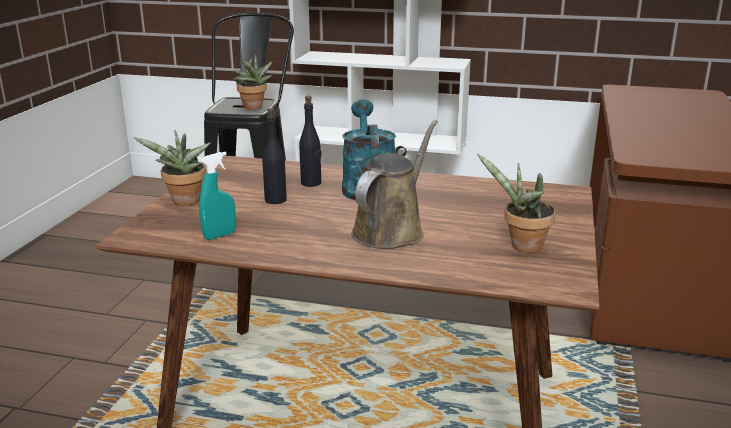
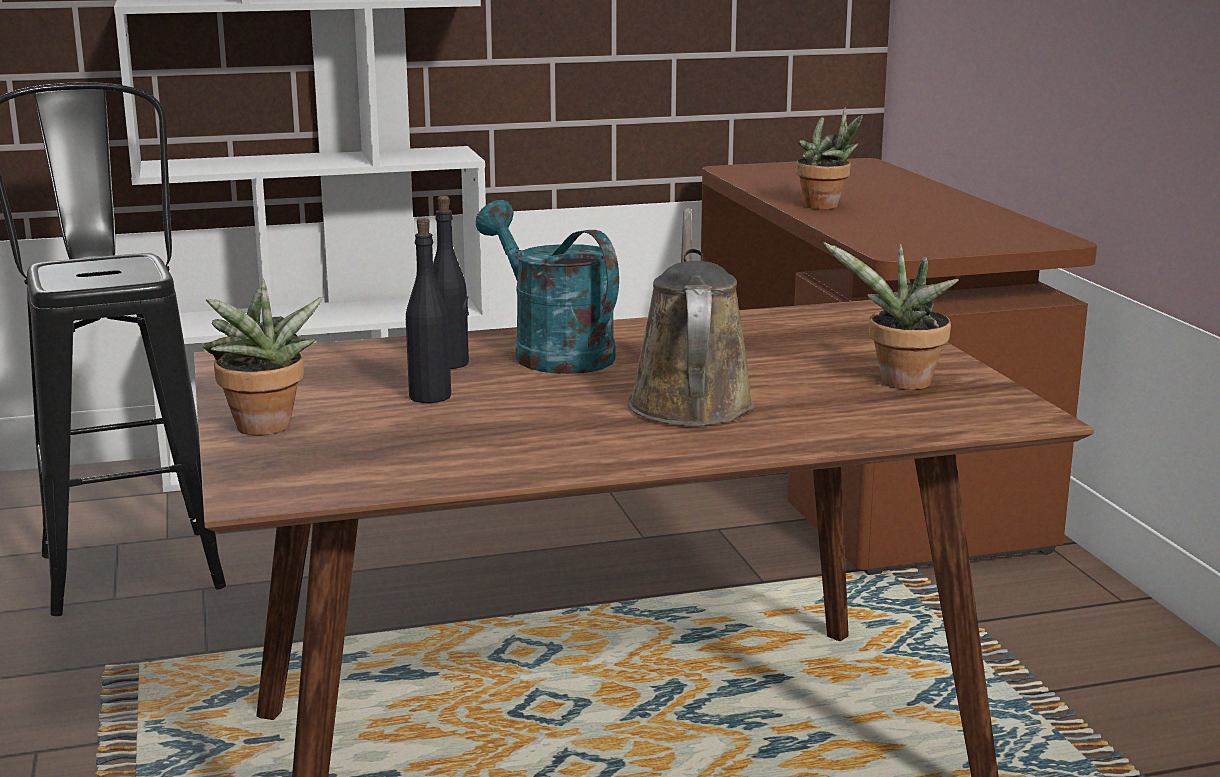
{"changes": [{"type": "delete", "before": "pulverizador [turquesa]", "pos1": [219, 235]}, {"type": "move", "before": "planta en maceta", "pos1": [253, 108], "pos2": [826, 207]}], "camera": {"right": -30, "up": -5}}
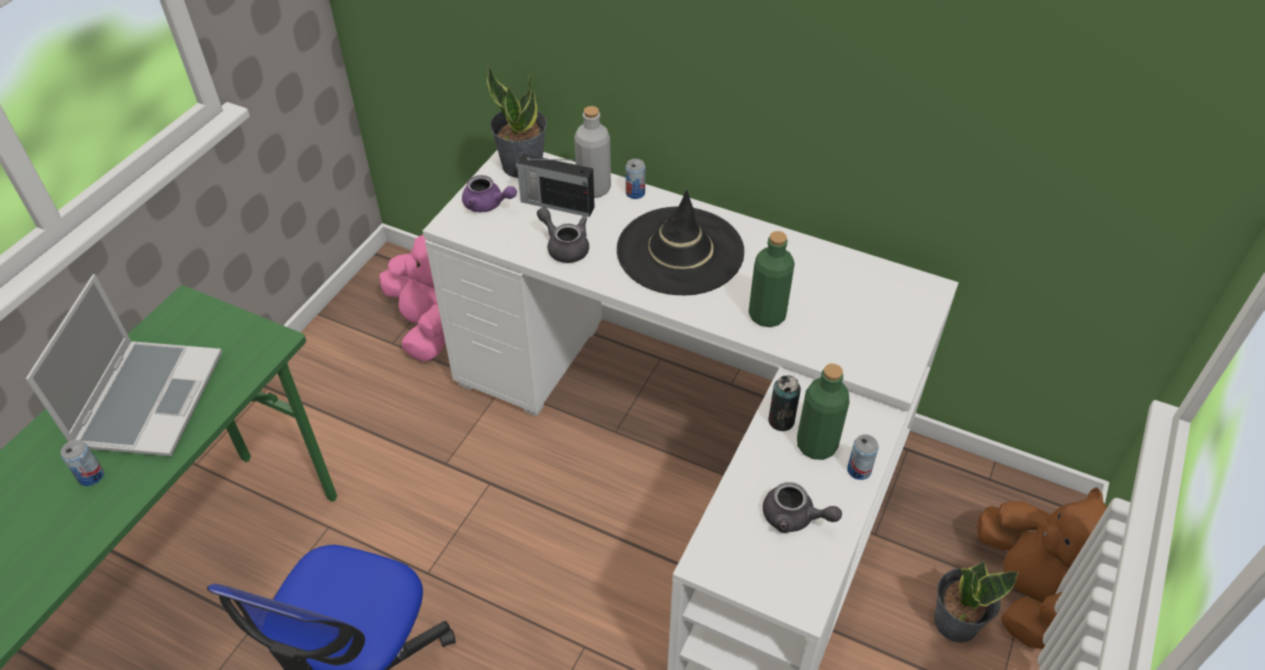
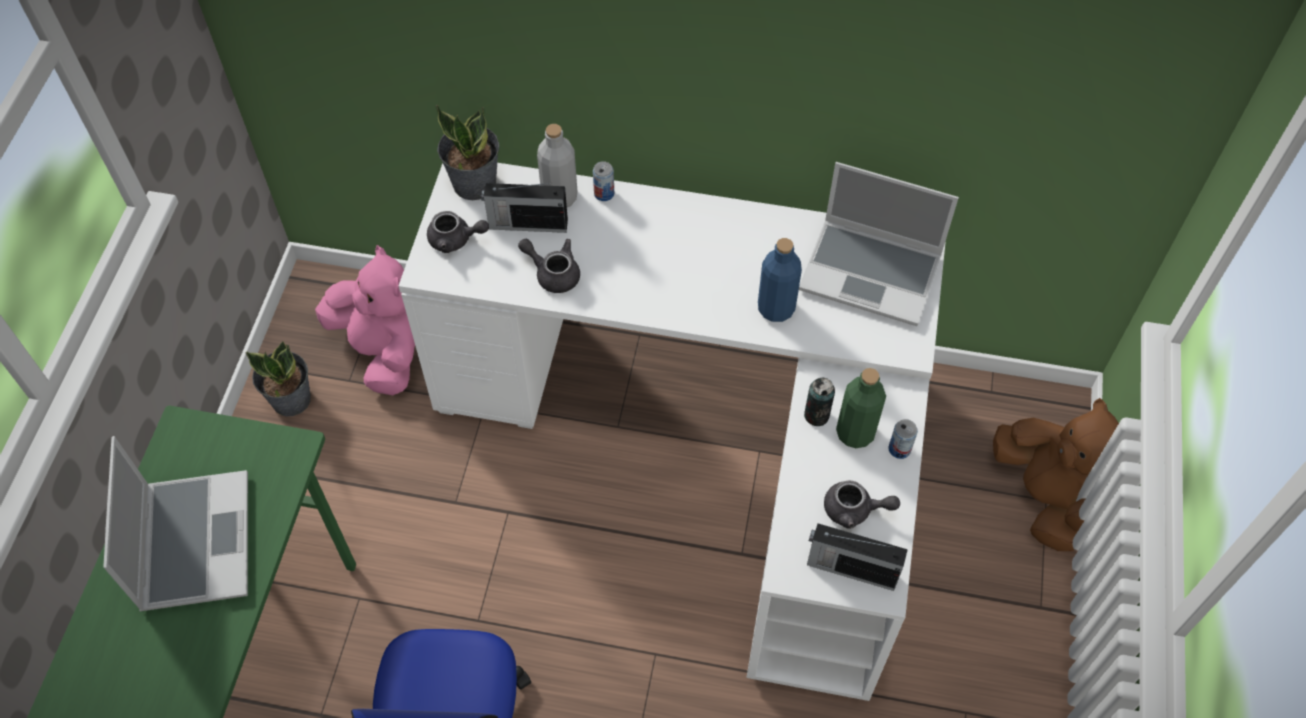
{"changes": [{"type": "delete", "before": "lata", "pos1": [91, 476]}, {"type": "delete", "before": "sombrero [negro]", "pos1": [680, 251]}, {"type": "insert", "after": "portátil", "pos2": [872, 273]}, {"type": "insert", "after": "radio", "pos2": [850, 568]}, {"type": "move", "before": "planta en maceta", "pos1": [955, 621], "pos2": [291, 399]}, {"type": "recolor", "before": "tetera [morado]", "after": "tetera [gris]", "pos1": [487, 205], "pos2": [455, 240]}, {"type": "recolor", "before": "botella [verde]", "after": "botella [azul]", "pos1": [767, 315], "pos2": [776, 308]}], "camera": {"right": -15, "up": 10}}
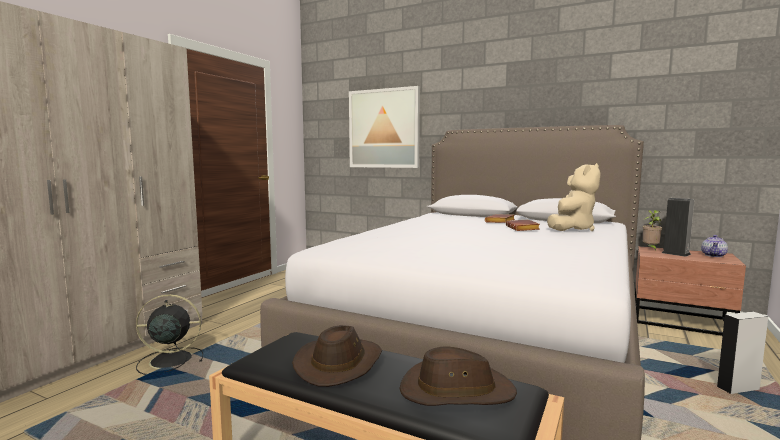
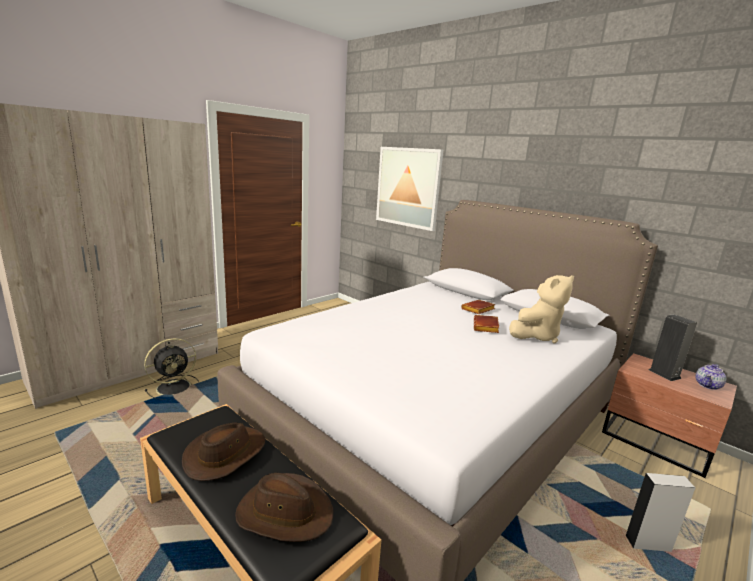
{"changes": [{"type": "delete", "before": "planta en maceta", "pos1": [650, 249]}, {"type": "rotate", "before": "ventilador [negro]", "pos1": [169, 360], "pos2": [175, 387], "turn": 135}], "camera": {"right": 15, "up": 10}}
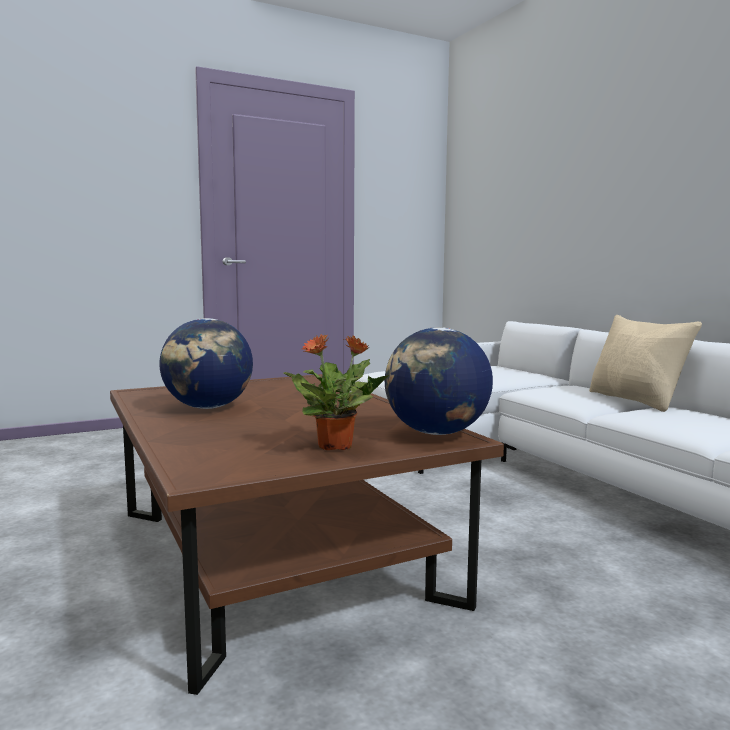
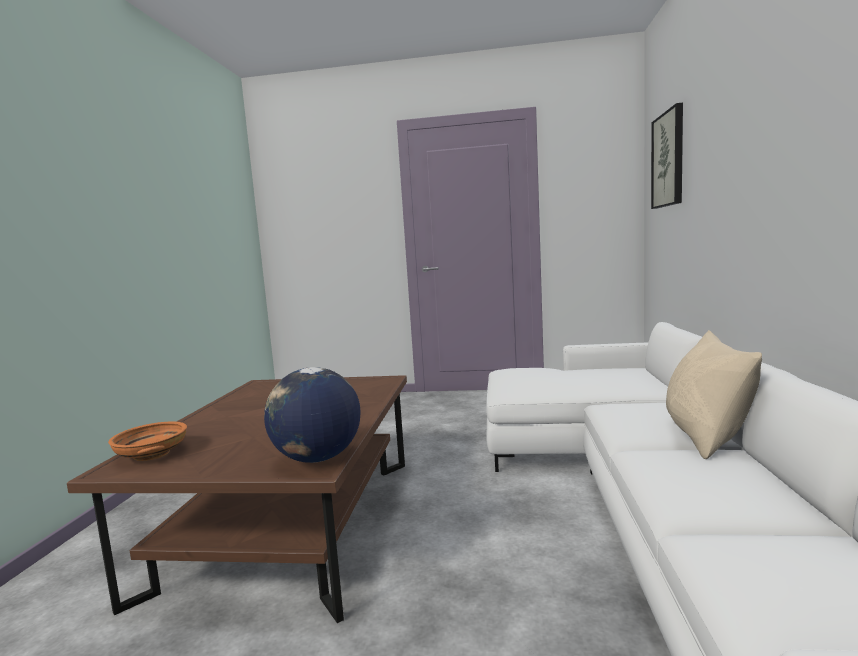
{"changes": [{"type": "delete", "before": "globo terráqueo", "pos1": [208, 407]}, {"type": "delete", "before": "planta en maceta", "pos1": [336, 446]}, {"type": "insert", "after": "cuenco [naranja]", "pos2": [151, 454]}, {"type": "insert", "after": "cuadro", "pos2": [669, 160]}], "camera": {"right": 35, "up": 0}}
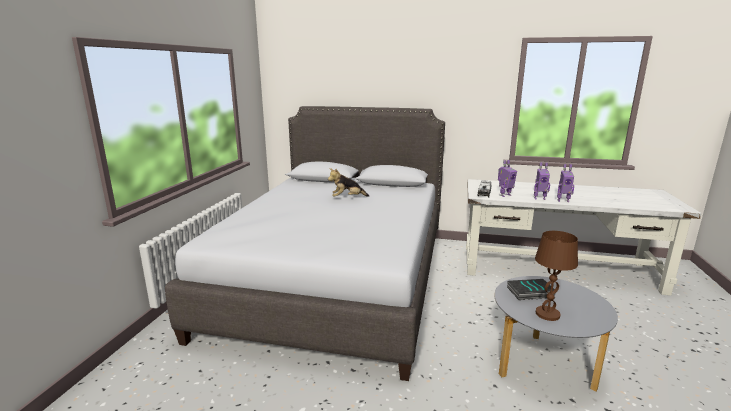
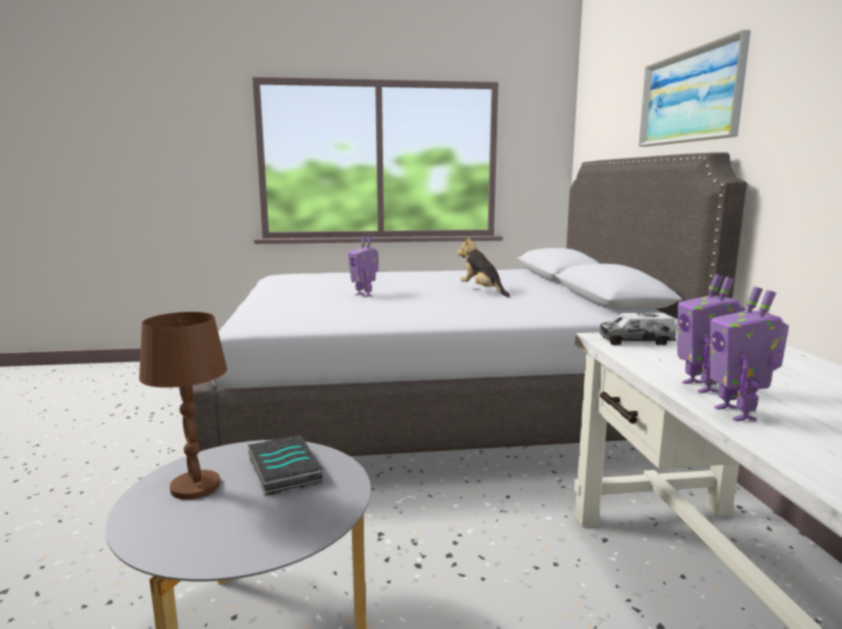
{"changes": [{"type": "insert", "after": "cuadro", "pos2": [689, 97]}, {"type": "move", "before": "robot de juguete", "pos1": [504, 195], "pos2": [364, 295]}], "camera": {"right": 70, "up": -5}}
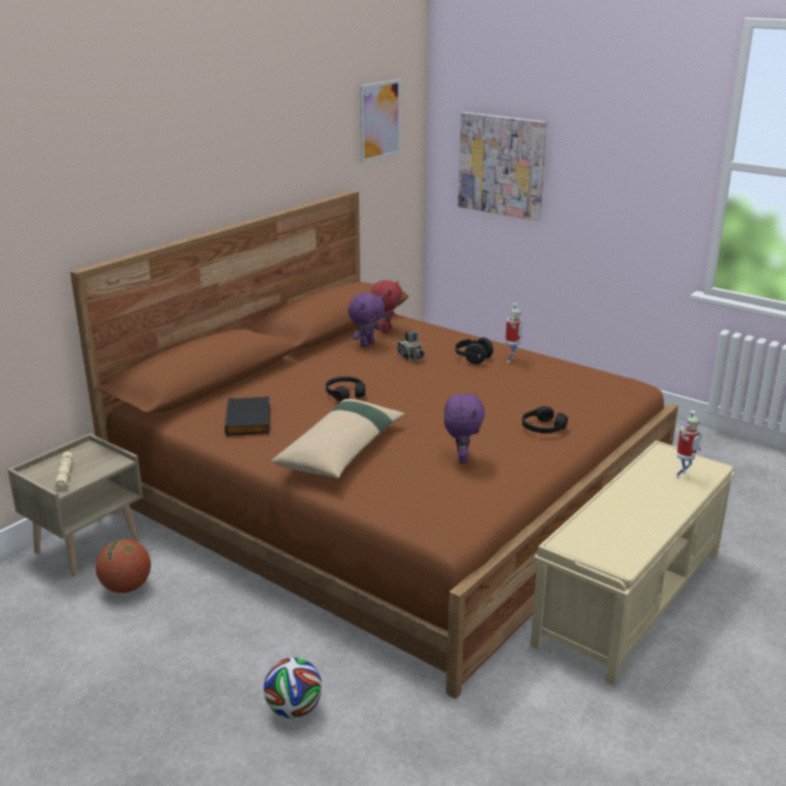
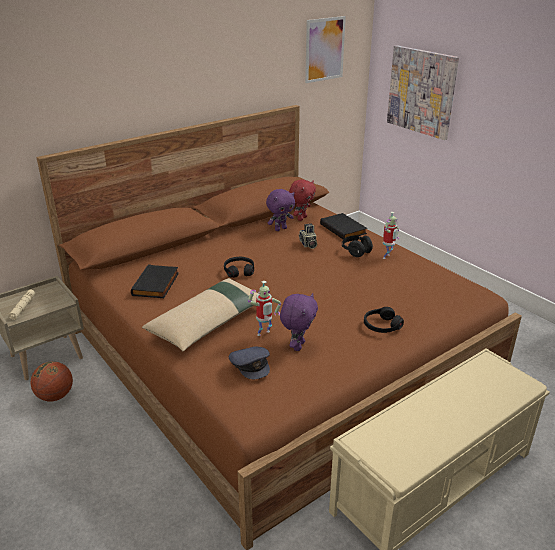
{"changes": [{"type": "delete", "before": "balón de fútbol", "pos1": [294, 709]}, {"type": "insert", "after": "gorra [gris]", "pos2": [250, 365]}, {"type": "insert", "after": "libro [negro]", "pos2": [344, 229]}, {"type": "move", "before": "robot de juguete", "pos1": [683, 476], "pos2": [264, 334]}], "camera": {"right": 15, "up": 5}}
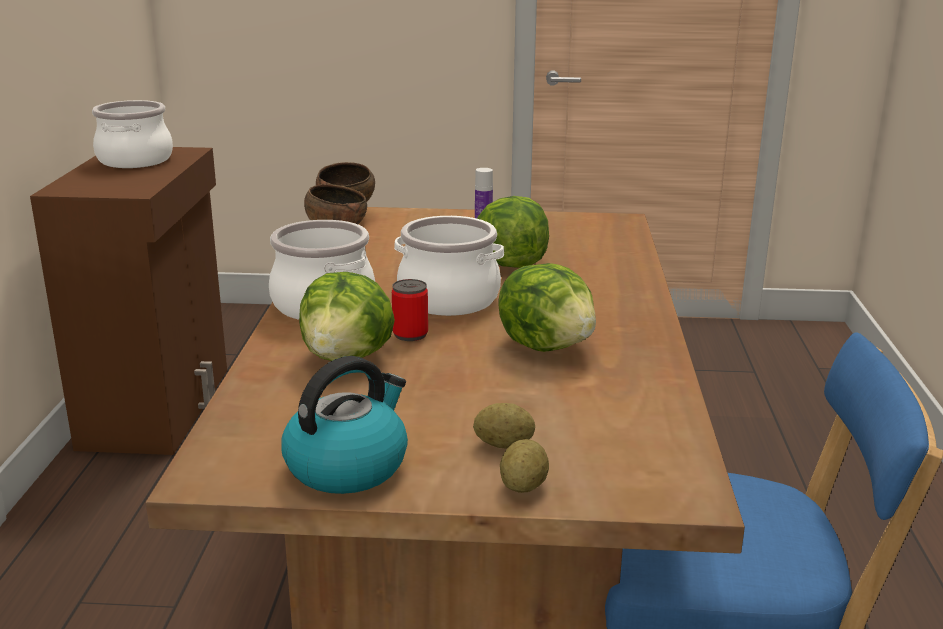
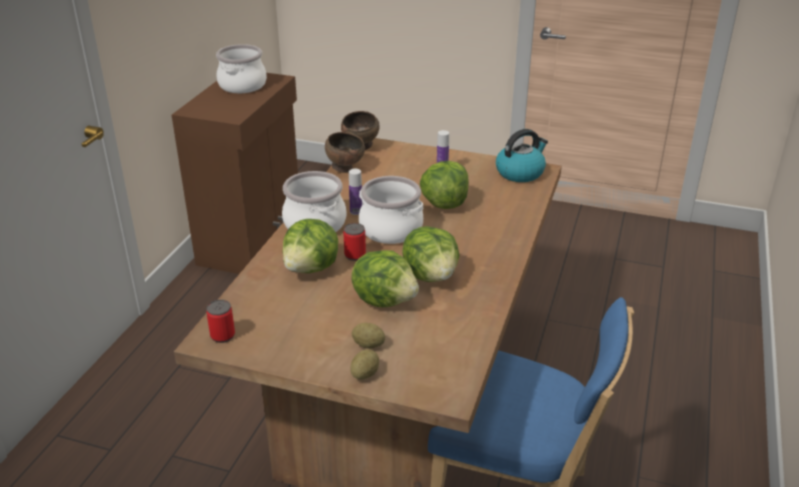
{"changes": [{"type": "insert", "after": "lata", "pos2": [222, 335]}, {"type": "insert", "after": "botella", "pos2": [356, 211]}, {"type": "insert", "after": "lechuga", "pos2": [385, 299]}, {"type": "move", "before": "hervidor", "pos1": [347, 465], "pos2": [520, 172]}], "camera": {"right": 15, "up": 10}}
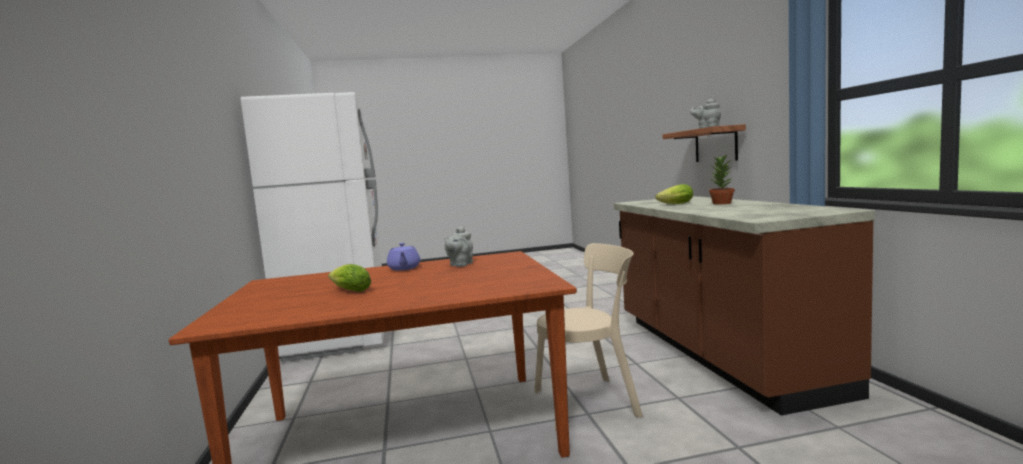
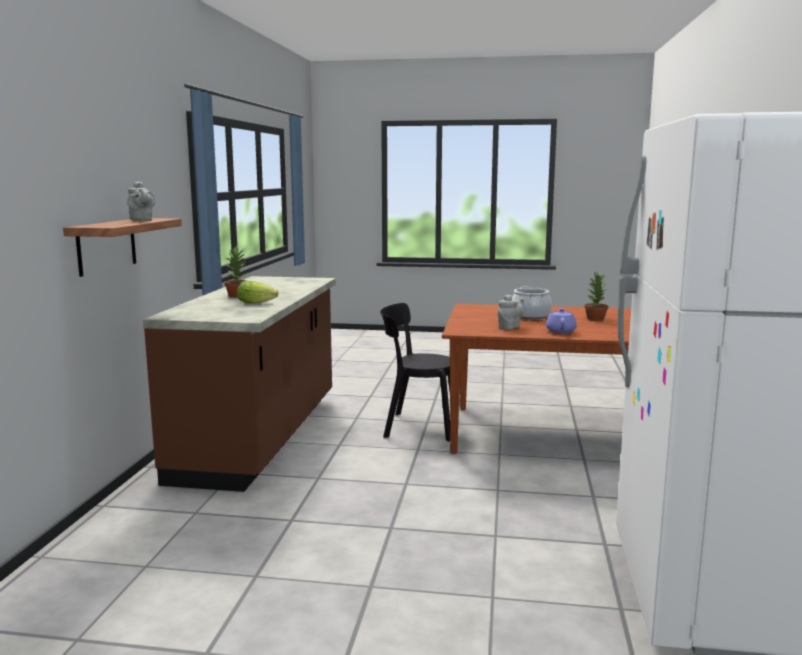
{"changes": [{"type": "insert", "after": "olla", "pos2": [530, 316]}, {"type": "replace", "before": "lechuga", "after": "planta en maceta", "pos1": [348, 291], "pos2": [595, 318]}, {"type": "recolor", "before": "silla [beis]", "after": "silla [negro]", "pos1": [590, 402], "pos2": [417, 427]}], "camera": {"right": -160, "up": 5}}
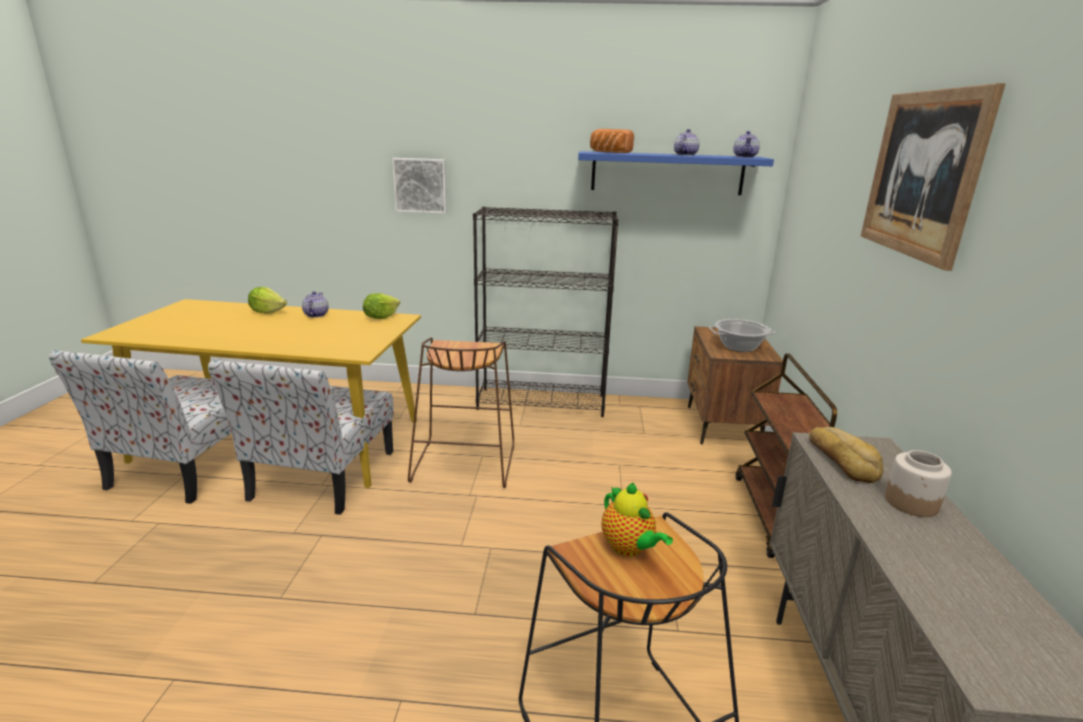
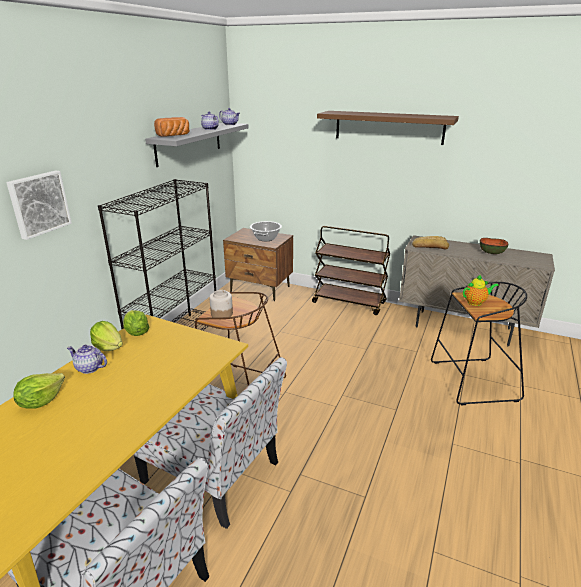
{"changes": [{"type": "insert", "after": "lechuga", "pos2": [108, 347]}, {"type": "insert", "after": "cuenco", "pos2": [492, 252]}, {"type": "move", "before": "tarro", "pos1": [911, 503], "pos2": [222, 314]}, {"type": "replace", "before": "cuadro", "after": "estante [marrón]", "pos1": [922, 174], "pos2": [389, 127]}, {"type": "recolor", "before": "estante [azul]", "after": "estante [gris]", "pos1": [667, 173], "pos2": [189, 143]}], "camera": {"right": -70, "up": 5}}
